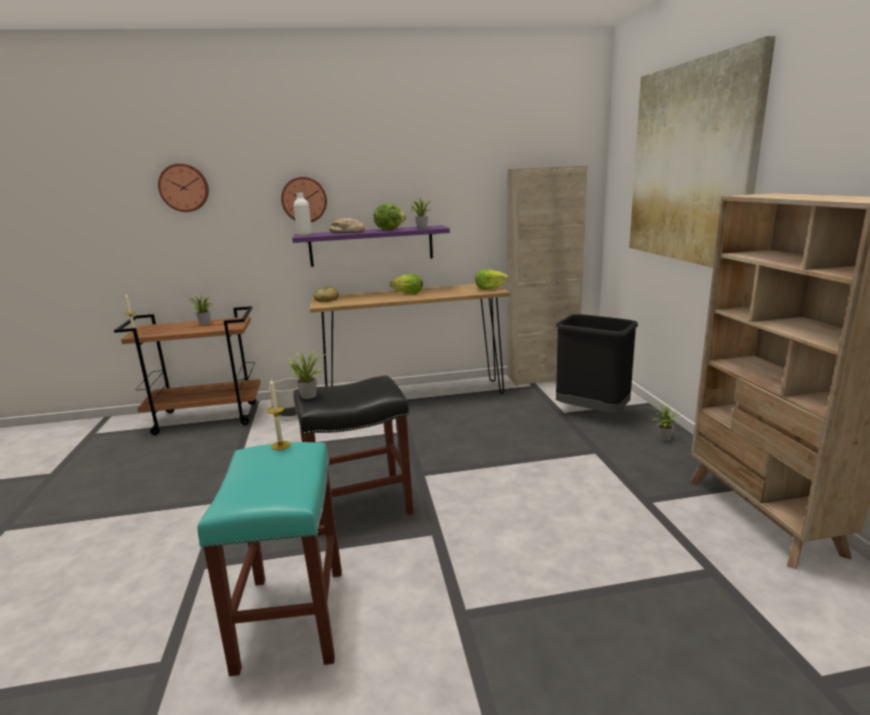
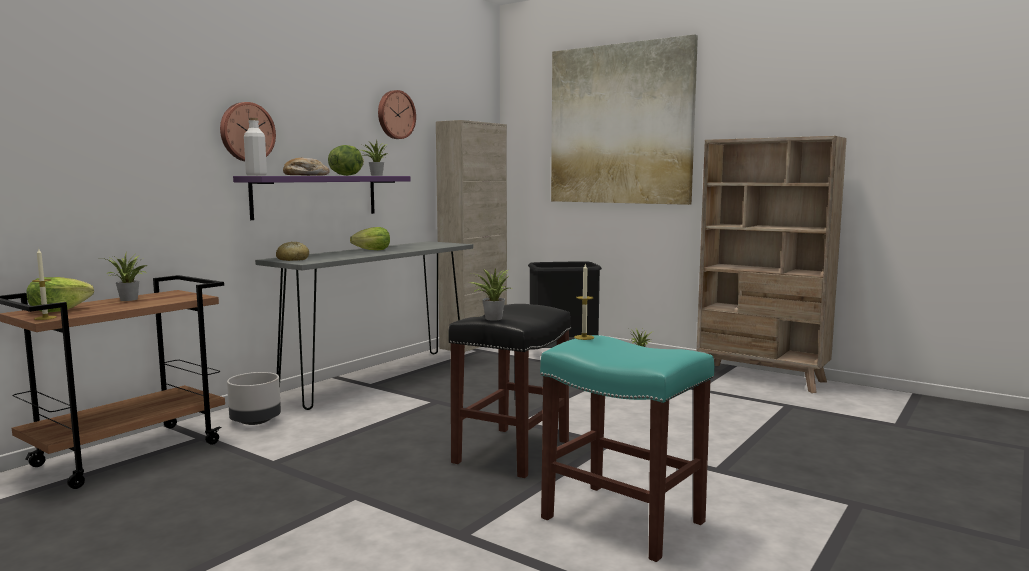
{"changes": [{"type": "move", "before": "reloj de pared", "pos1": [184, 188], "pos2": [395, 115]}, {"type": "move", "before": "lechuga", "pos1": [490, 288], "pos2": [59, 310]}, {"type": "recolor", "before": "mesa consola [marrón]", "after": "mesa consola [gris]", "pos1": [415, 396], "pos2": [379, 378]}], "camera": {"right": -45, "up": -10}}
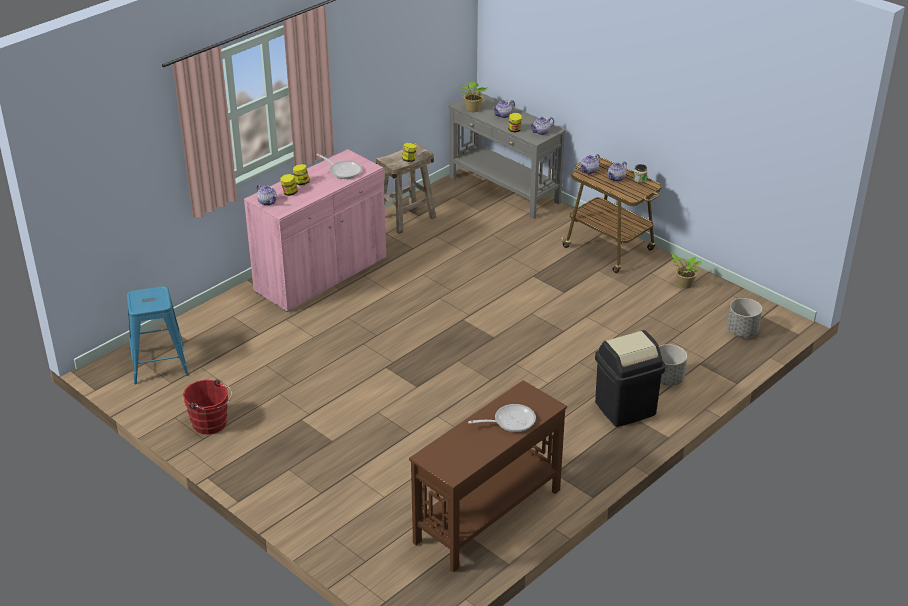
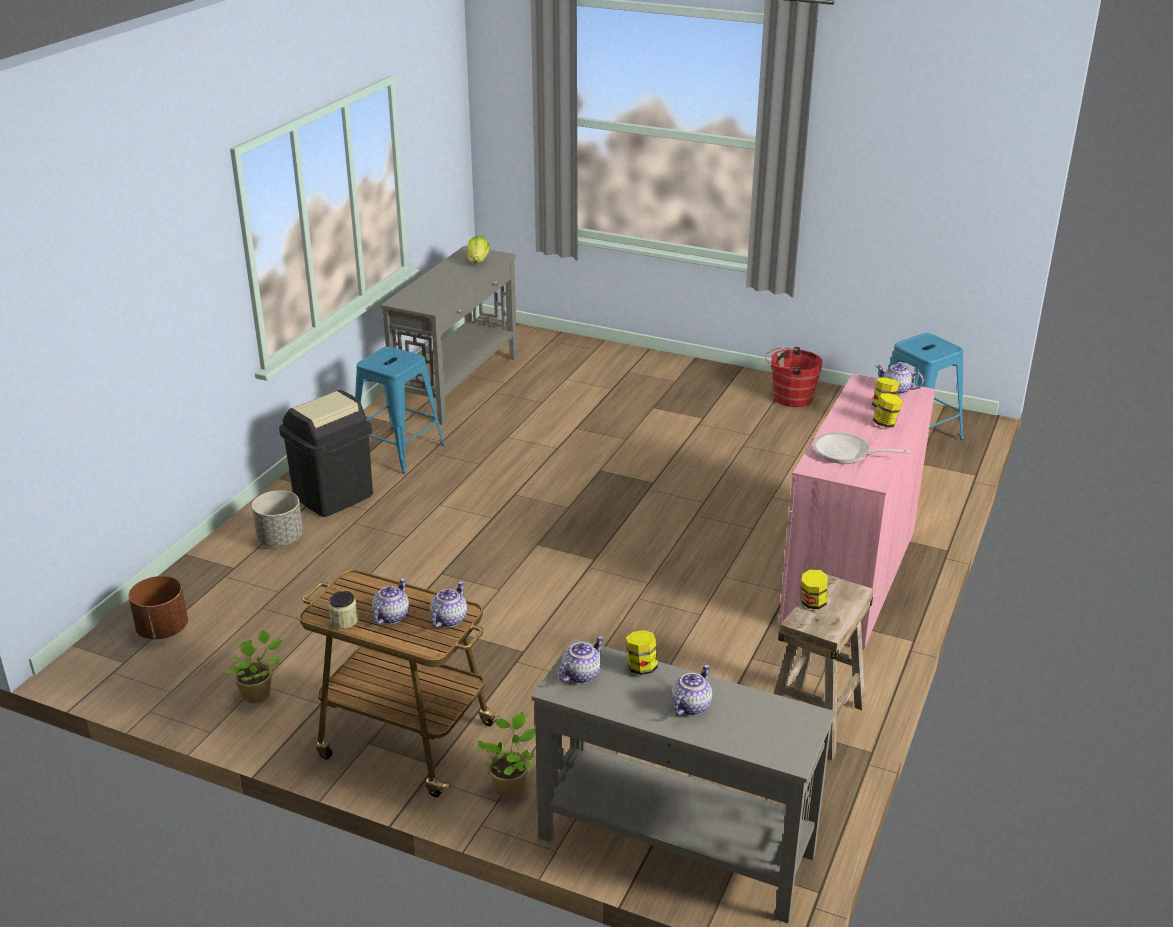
{"changes": [{"type": "delete", "before": "sartén", "pos1": [510, 421]}, {"type": "insert", "after": "taburete [azul]", "pos2": [398, 450]}, {"type": "insert", "after": "lechuga", "pos2": [478, 261]}, {"type": "move", "before": "planta en maceta", "pos1": [472, 109], "pos2": [510, 786]}, {"type": "recolor", "before": "mesa consola [marrón]", "after": "mesa consola [gris]", "pos1": [487, 516], "pos2": [457, 383]}, {"type": "recolor", "before": "maceta [gris]", "after": "maceta [marrón]", "pos1": [742, 331], "pos2": [162, 629]}], "camera": {"right": 160, "up": -5}}
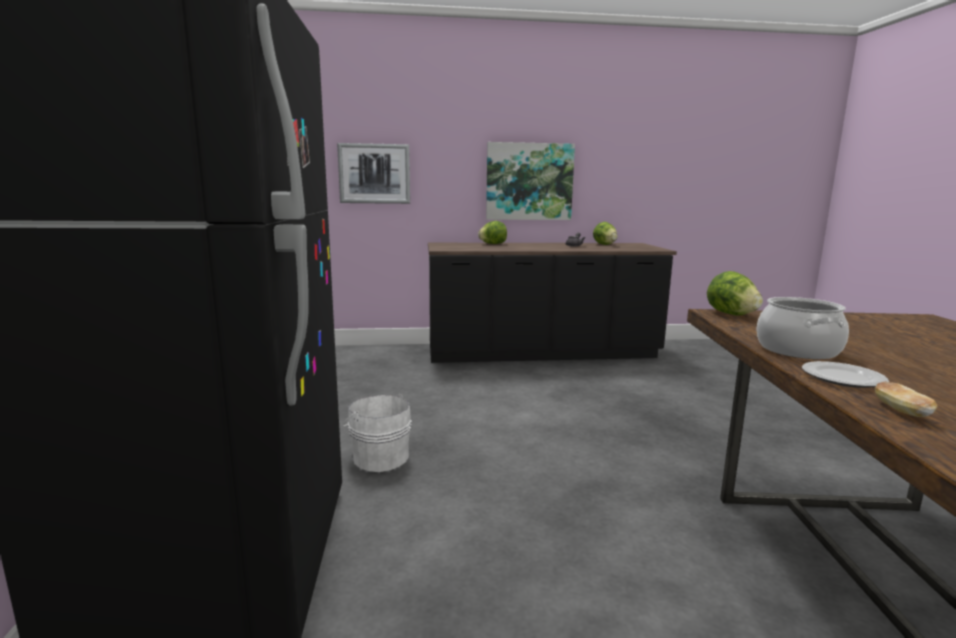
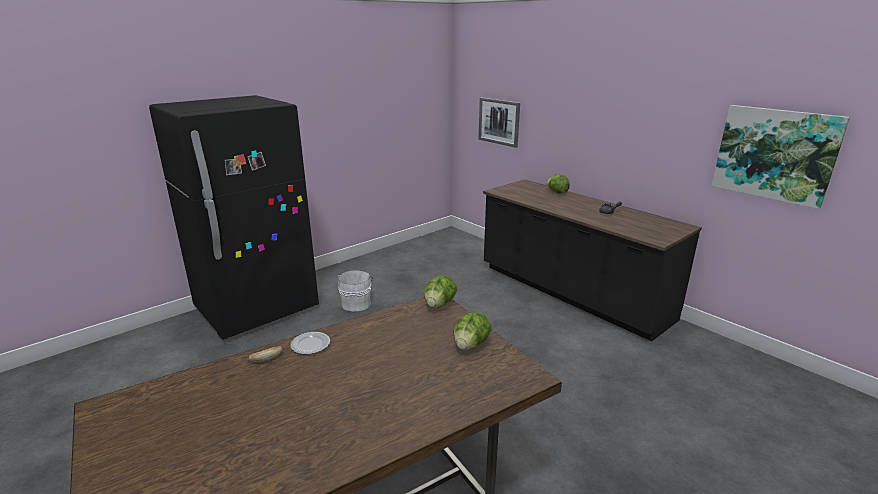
{"changes": [{"type": "delete", "before": "olla", "pos1": [797, 350]}, {"type": "move", "before": "cuadro", "pos1": [529, 182], "pos2": [775, 154]}, {"type": "move", "before": "lechuga", "pos1": [604, 244], "pos2": [470, 345]}], "camera": {"right": 55, "up": 10}}
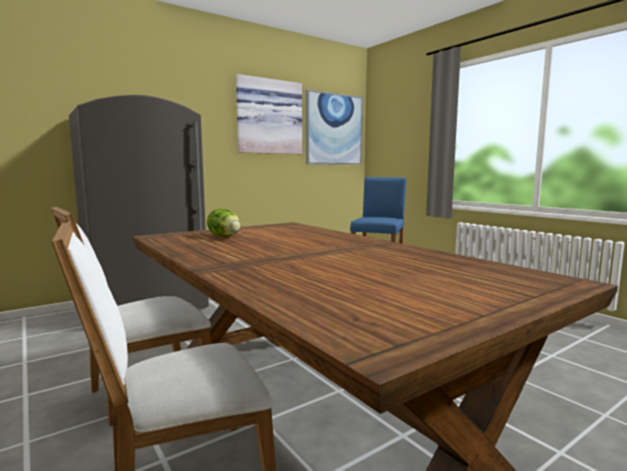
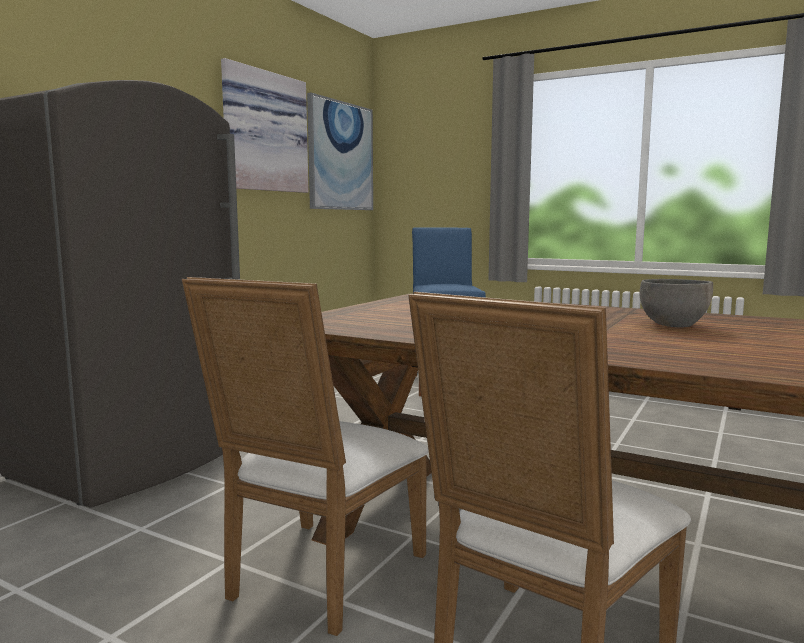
{"changes": [{"type": "delete", "before": "lechuga", "pos1": [225, 236]}, {"type": "insert", "after": "cuenco [gris]", "pos2": [673, 325]}], "camera": {"right": -25, "up": 0}}
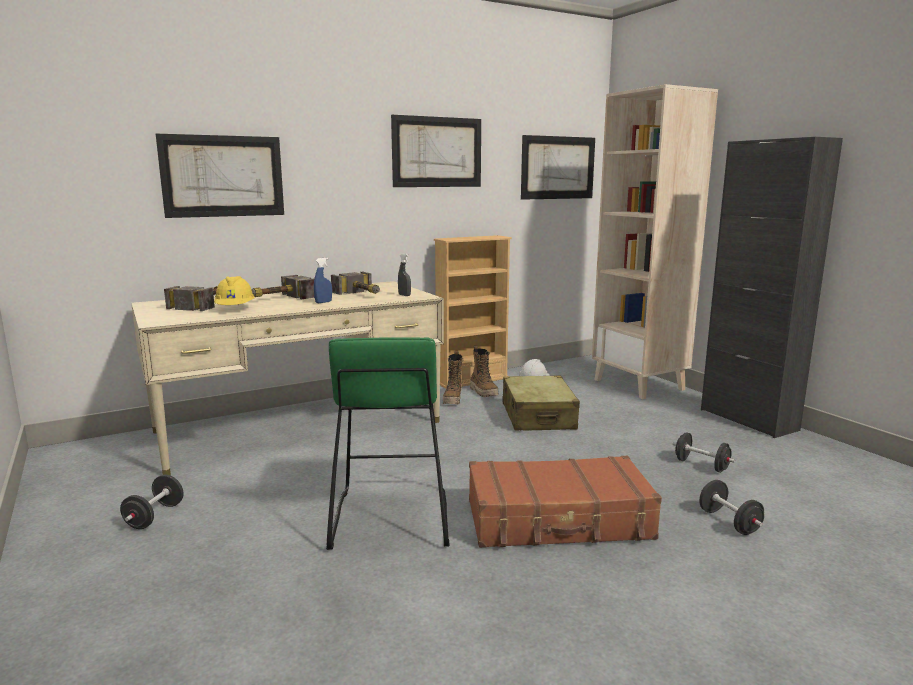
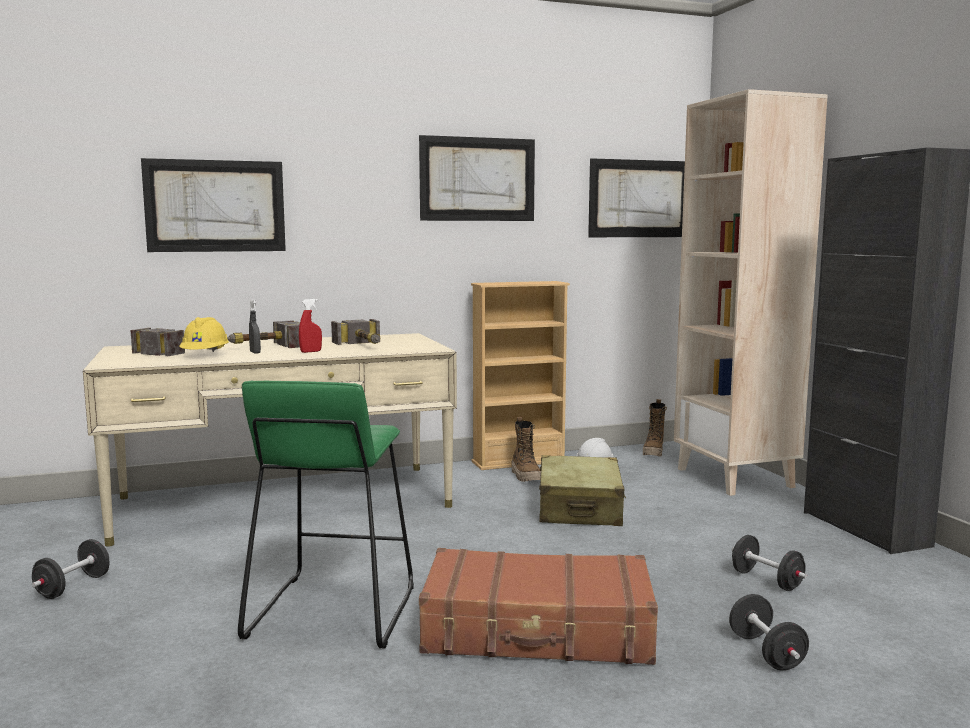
{"changes": [{"type": "move", "before": "pulverizador [gris]", "pos1": [404, 295], "pos2": [255, 352]}, {"type": "move", "before": "bota", "pos1": [453, 399], "pos2": [654, 452]}, {"type": "recolor", "before": "pulverizador [azul]", "after": "pulverizador [rojo]", "pos1": [323, 302], "pos2": [311, 351]}], "camera": {"right": 10, "up": -5}}
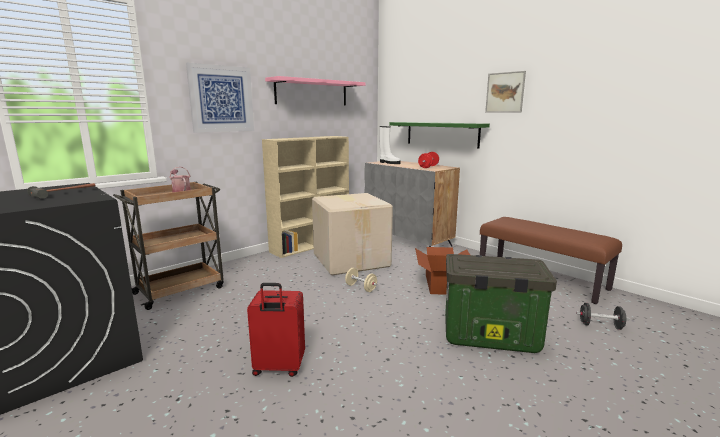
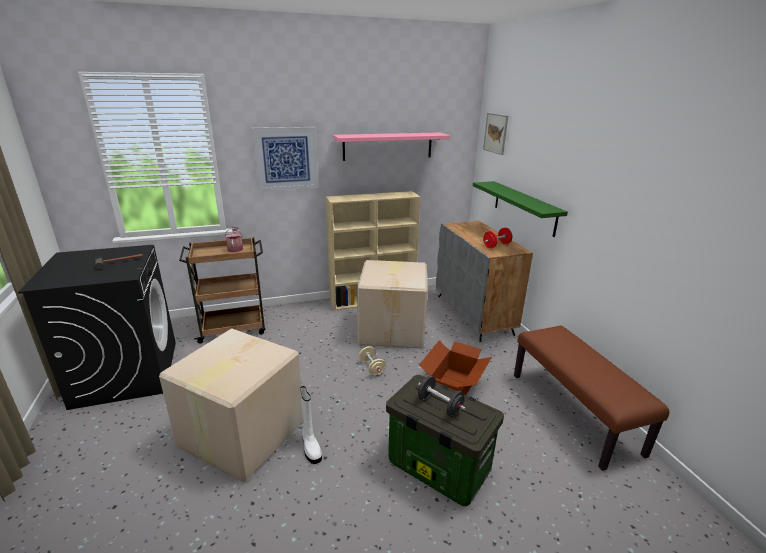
{"changes": [{"type": "move", "before": "bota [blanco]", "pos1": [389, 163], "pos2": [310, 447]}, {"type": "move", "before": "cuadro", "pos1": [505, 92], "pos2": [495, 133]}, {"type": "move", "before": "mancuerna [negro]", "pos1": [600, 325], "pos2": [440, 406]}, {"type": "replace", "before": "maleta [rojo]", "after": "caja de cartón", "pos1": [278, 368], "pos2": [240, 434]}], "camera": {"right": 25, "up": 10}}
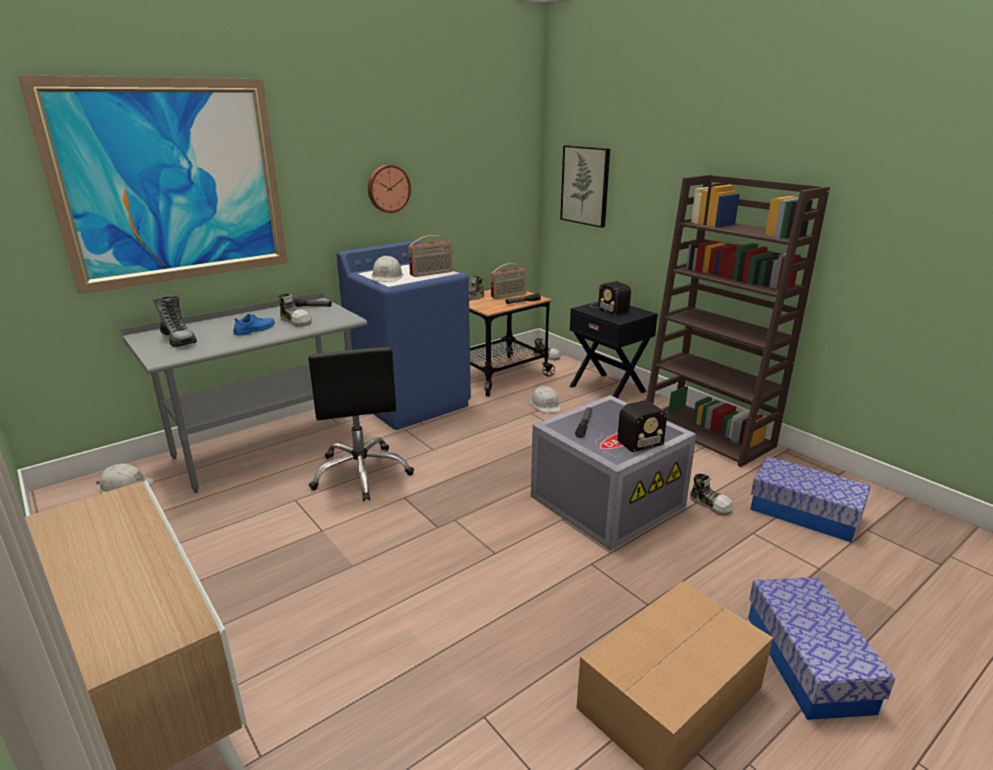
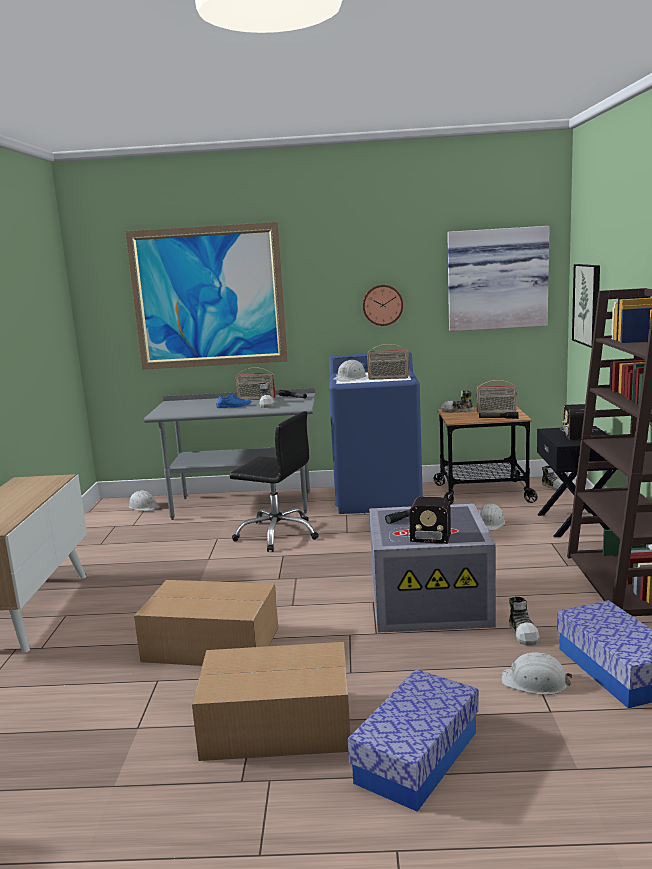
{"changes": [{"type": "delete", "before": "bota", "pos1": [179, 339]}, {"type": "insert", "after": "caja de cartón", "pos2": [210, 643]}, {"type": "insert", "after": "radio", "pos2": [256, 399]}, {"type": "insert", "after": "cuadro", "pos2": [496, 279]}, {"type": "insert", "after": "casco [blanco]", "pos2": [535, 682]}, {"type": "rotate", "before": "silla de oficina [negro]", "pos1": [362, 473], "pos2": [277, 534], "turn": -90}], "camera": {"right": 40, "up": -10}}
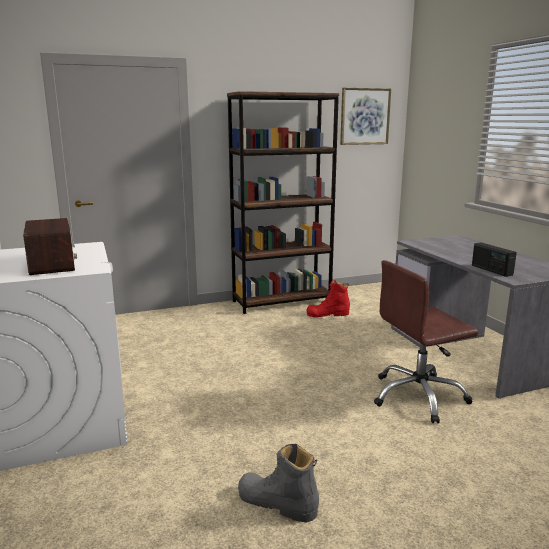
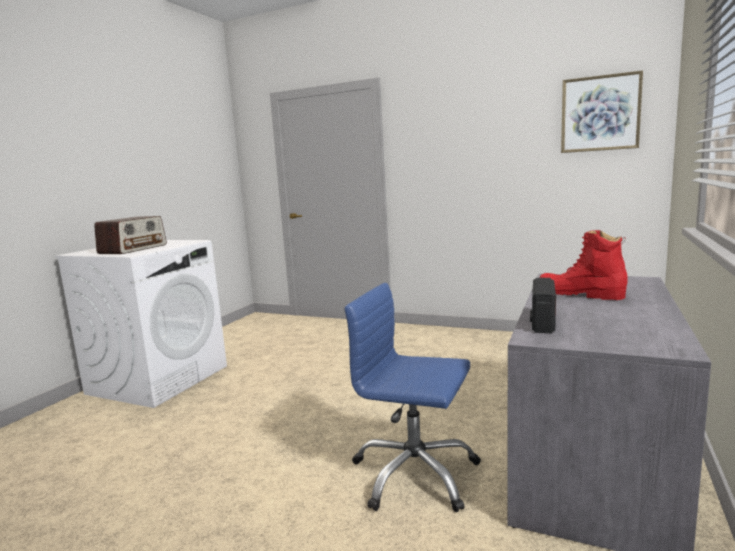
{"changes": [{"type": "delete", "before": "estantería [marrón]", "pos1": [282, 301]}, {"type": "delete", "before": "bota [gris]", "pos1": [277, 503]}, {"type": "move", "before": "bota [rojo]", "pos1": [328, 314], "pos2": [579, 294]}, {"type": "recolor", "before": "silla de oficina [marrón]", "after": "silla de oficina [azul]", "pos1": [418, 396], "pos2": [414, 474]}], "camera": {"right": 45, "up": -5}}
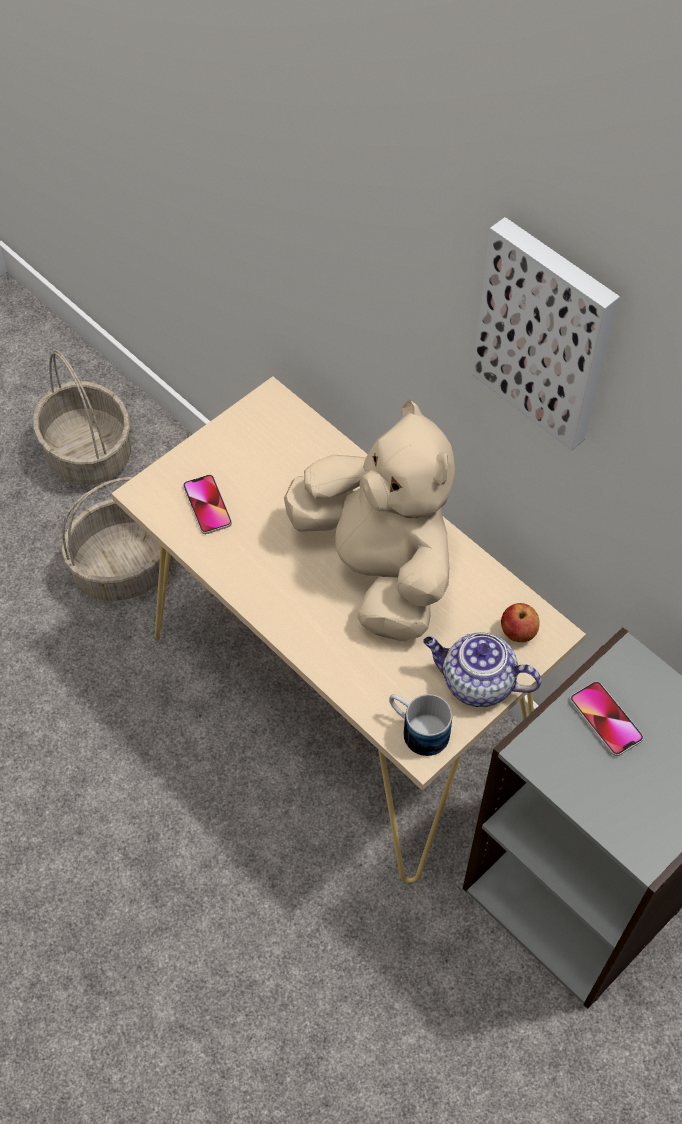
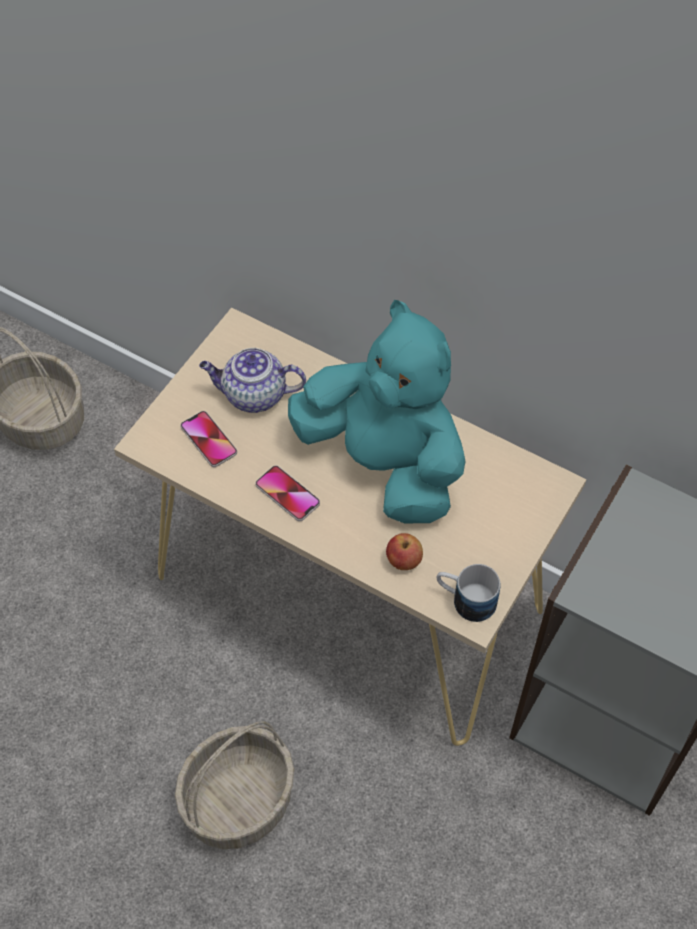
{"changes": [{"type": "delete", "before": "cuadro", "pos1": [547, 332]}, {"type": "move", "before": "cesta", "pos1": [124, 569], "pos2": [238, 802]}, {"type": "move", "before": "tetera", "pos1": [476, 683], "pos2": [253, 395]}, {"type": "move", "before": "manzana", "pos1": [517, 632], "pos2": [403, 561]}, {"type": "move", "before": "móvil", "pos1": [605, 719], "pos2": [287, 494]}, {"type": "recolor", "before": "peluche [beis]", "after": "peluche [turquesa]", "pos1": [378, 569], "pos2": [384, 463]}], "camera": {"right": -15, "up": 0}}
